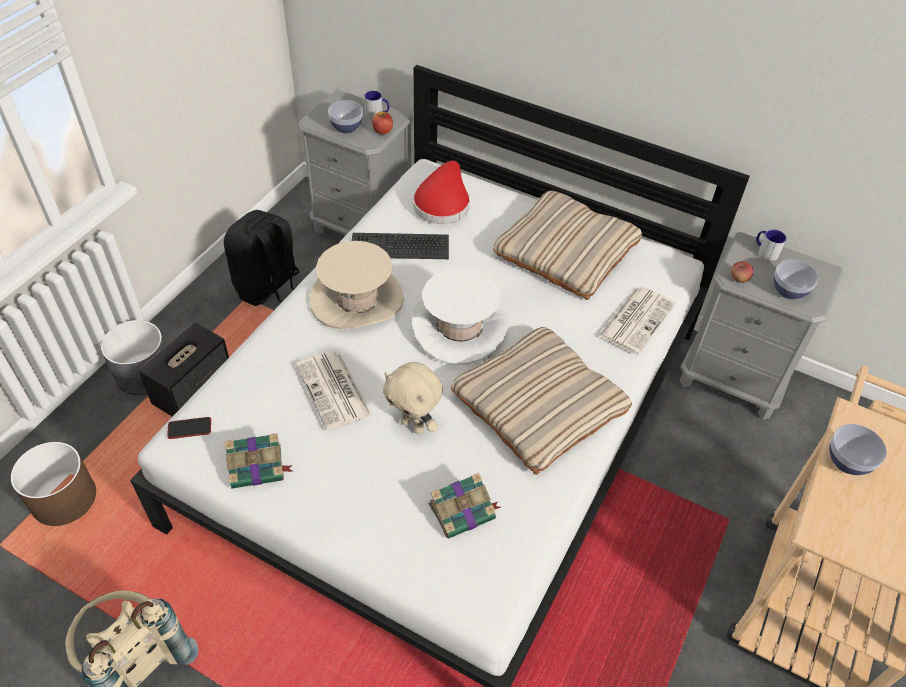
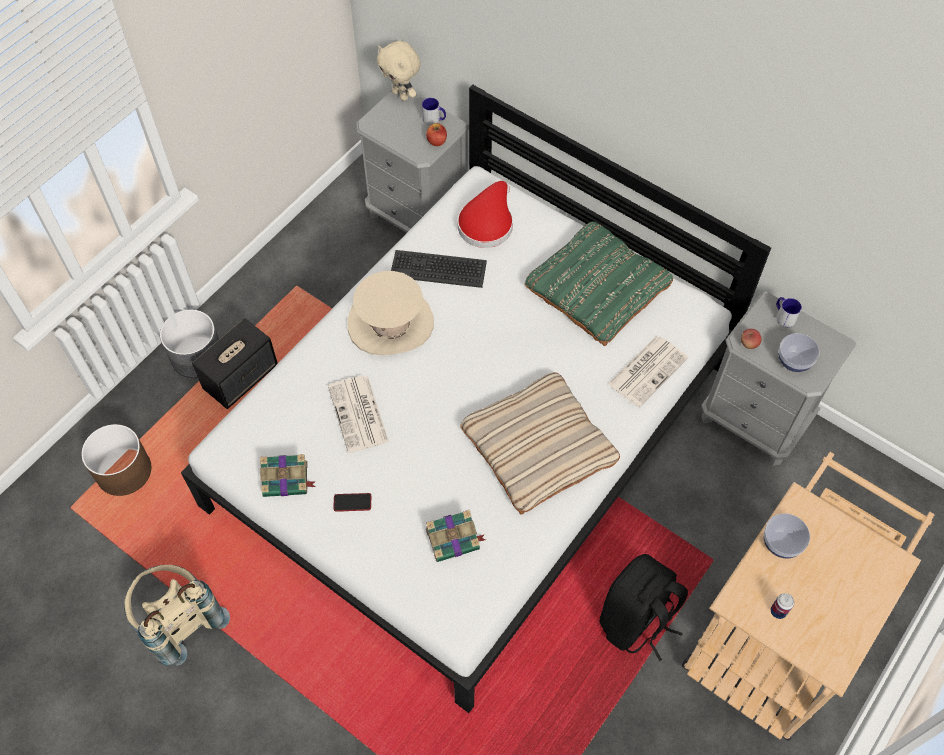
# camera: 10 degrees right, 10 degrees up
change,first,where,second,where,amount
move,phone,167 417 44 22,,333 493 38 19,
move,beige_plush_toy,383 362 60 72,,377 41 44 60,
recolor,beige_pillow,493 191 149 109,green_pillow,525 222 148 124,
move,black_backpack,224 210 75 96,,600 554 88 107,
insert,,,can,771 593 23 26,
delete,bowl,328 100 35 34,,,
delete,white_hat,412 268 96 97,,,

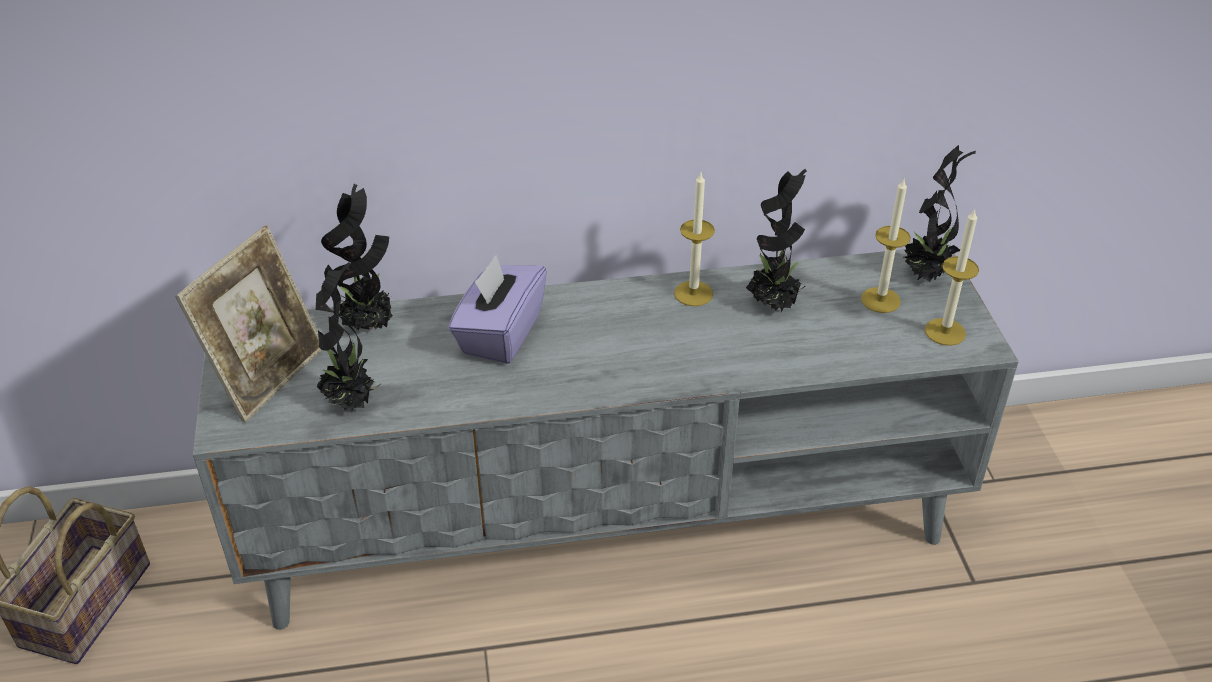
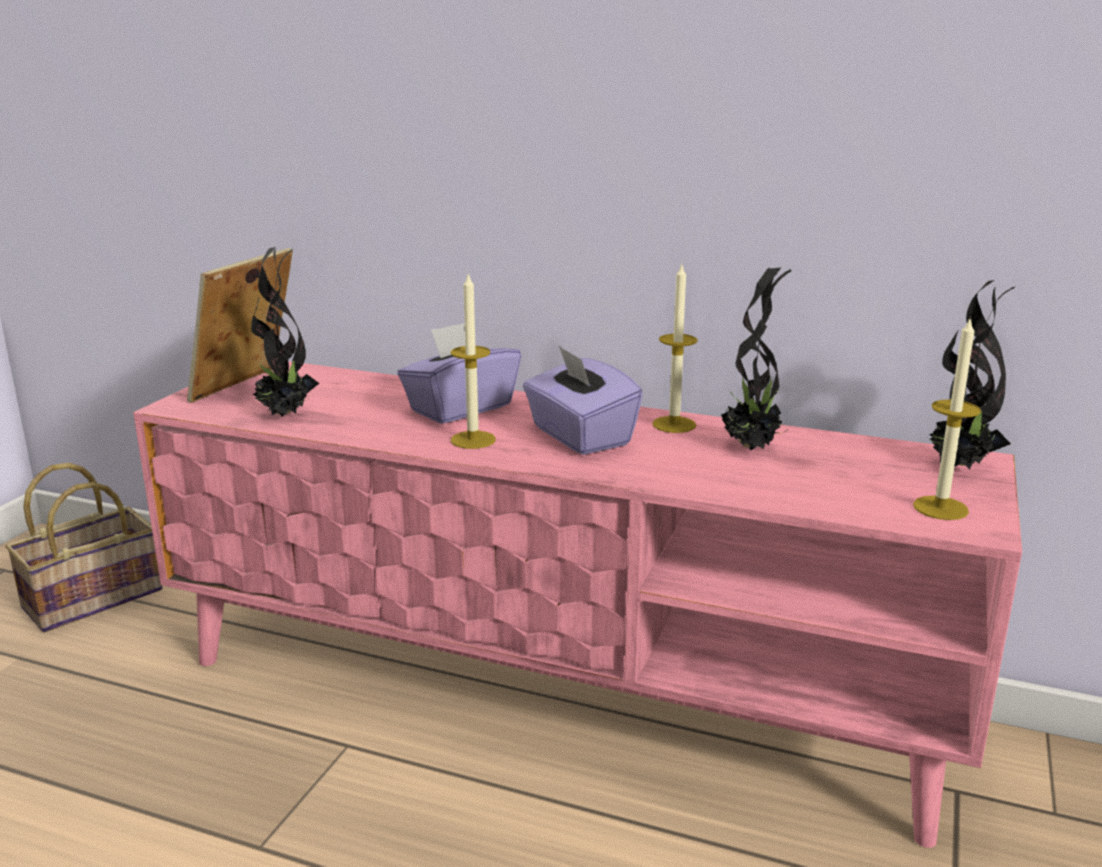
# camera: 30 degrees right, 20 degrees down
change,first,where,second,where,amount
recolor,grey_tv_stand,193 245 826 385,pink_tv_stand,133 361 889 487,
rotate,picture_frame,175 226 147 196,,187 248 106 155,150 degrees clockwise
move,candle,861 179 50 134,,451 272 45 177,
insert,,,purple_tissue_box,523 346 120 109,
delete,potted_plant,321 184 72 147,,,

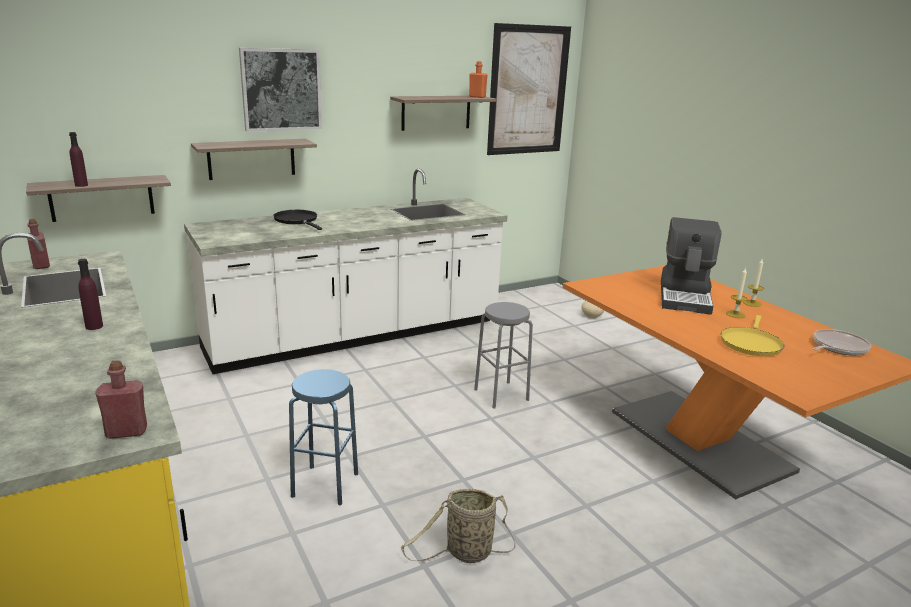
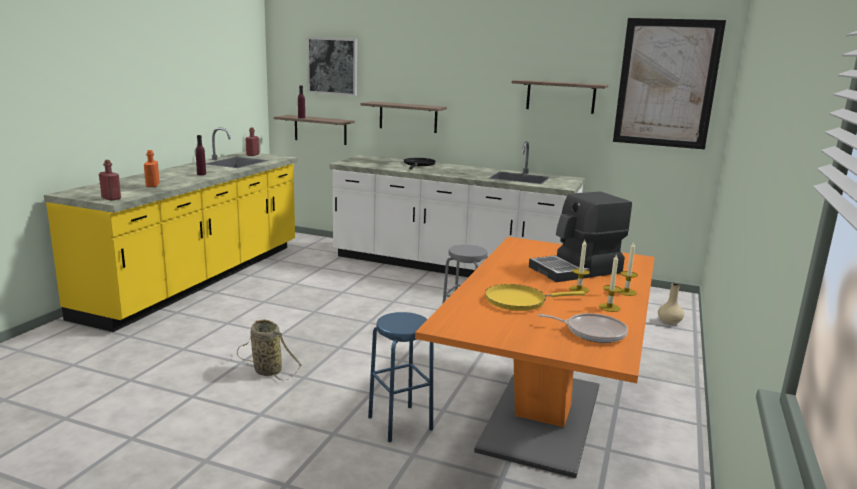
# camera: 50 degrees right, 5 degrees down
change,first,where,second,where,amount
move,orange_bottle,469 61 18 37,,144 150 16 37,
move,picture,239 48 83 83,,307 37 50 59,
move,blue_stool,289 369 69 137,,368 312 65 130,
insert,,,candle,599 254 23 58,

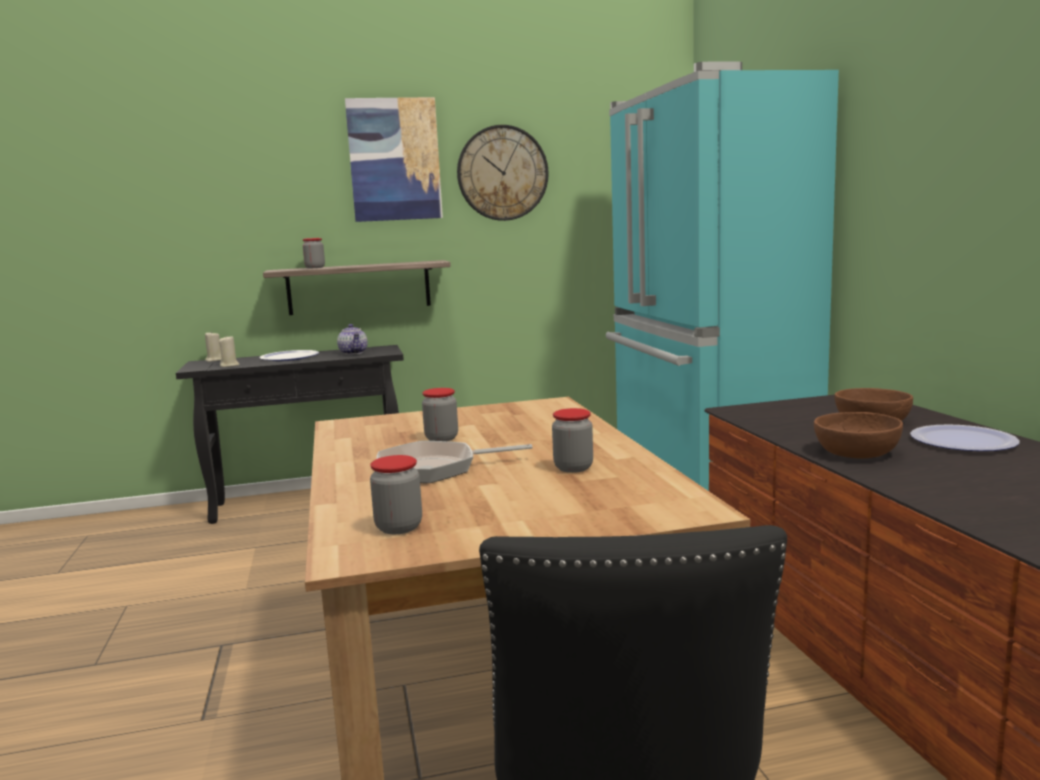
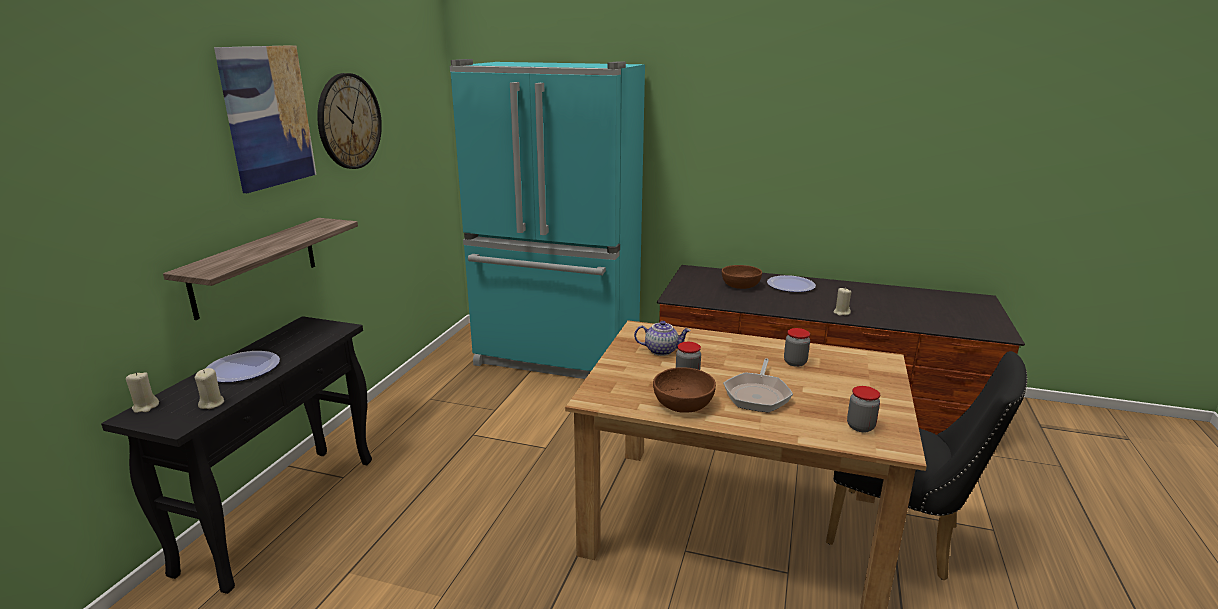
# camera: 60 degrees left, 10 degrees up
change,first,where,second,where,amount
move,teapot,337 324 31 31,,634 321 57 35,
move,brown_bowl,814 412 89 47,,653 367 63 46,
insert,,,beige_candle,833 288 19 28,
delete,jar,303 238 22 31,,,

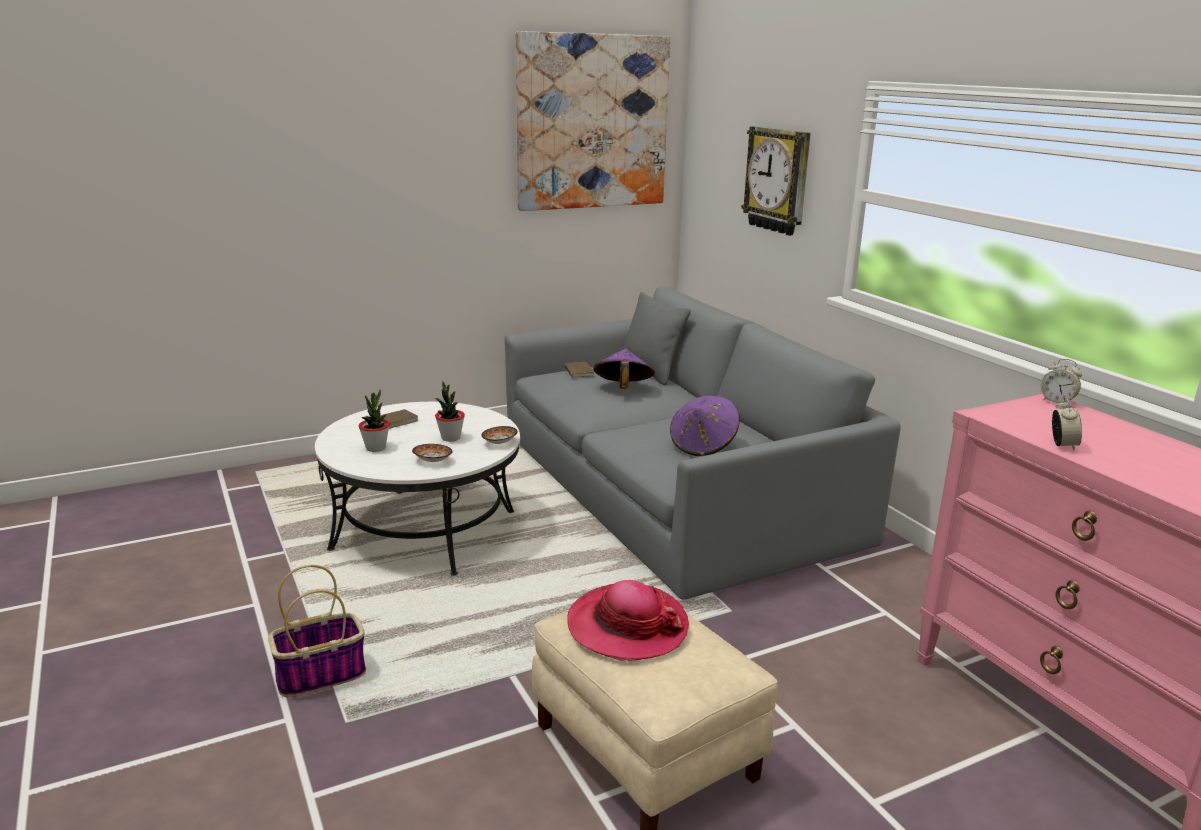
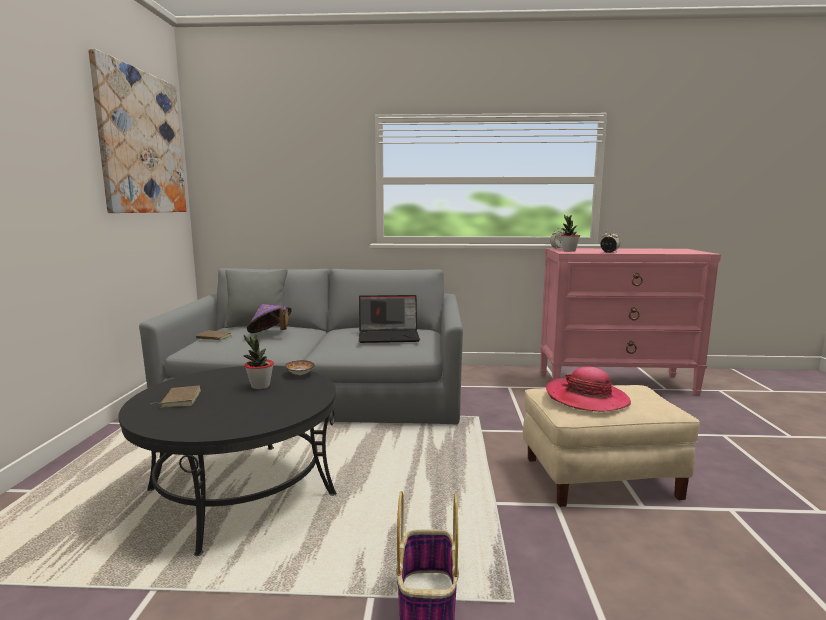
# camera: 60 degrees left, 10 degrees down
change,first,where,second,where,amount
recolor,white_coffee_table,315 402 205 174,black_coffee_table,119 366 218 190,
replace,purple_hat,670 396 70 60,laptop,359 295 61 48,
move,potted_plant,359 390 31 62,,561 215 19 37,
delete,bowl,412 444 41 18,,,
delete,wall_clock,741 126 70 110,,,

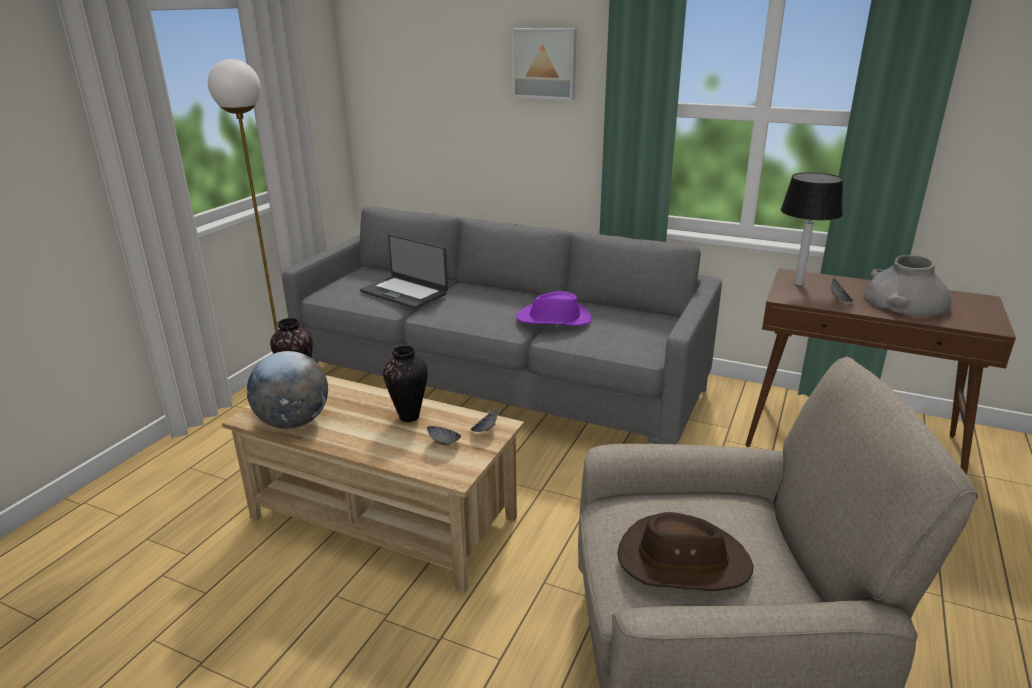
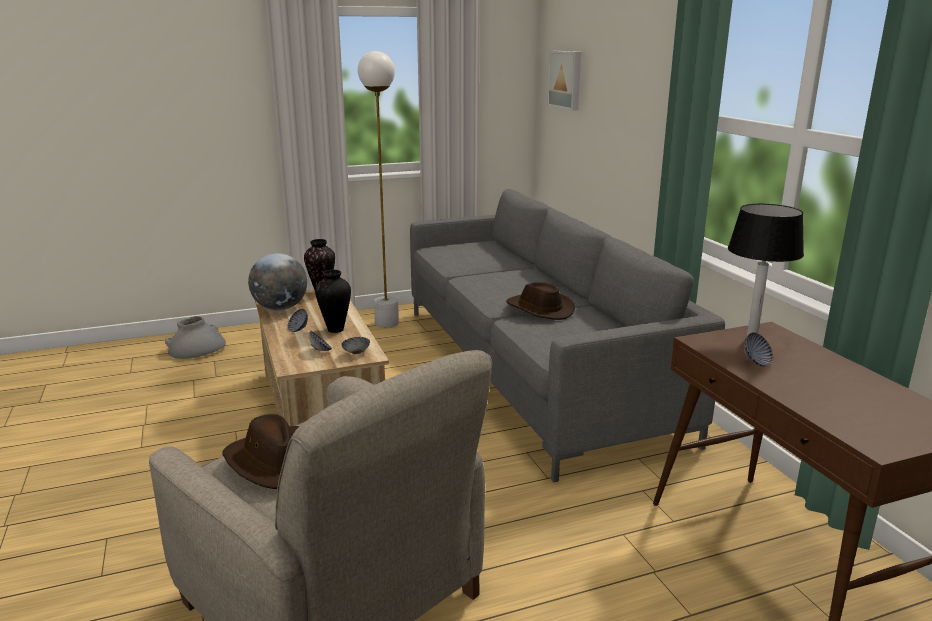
# camera: 45 degrees right, 5 degrees down
change,first,where,second,where,amount
move,grey_vase,864 255 87 61,,165 316 61 43,
insert,,,bowl,287 309 21 23,
recolor,purple_hat,516 291 76 35,brown_hat,506 282 69 38,
move,picture,512 28 65 72,,547 51 34 60,
delete,laptop,360 234 88 75,,,

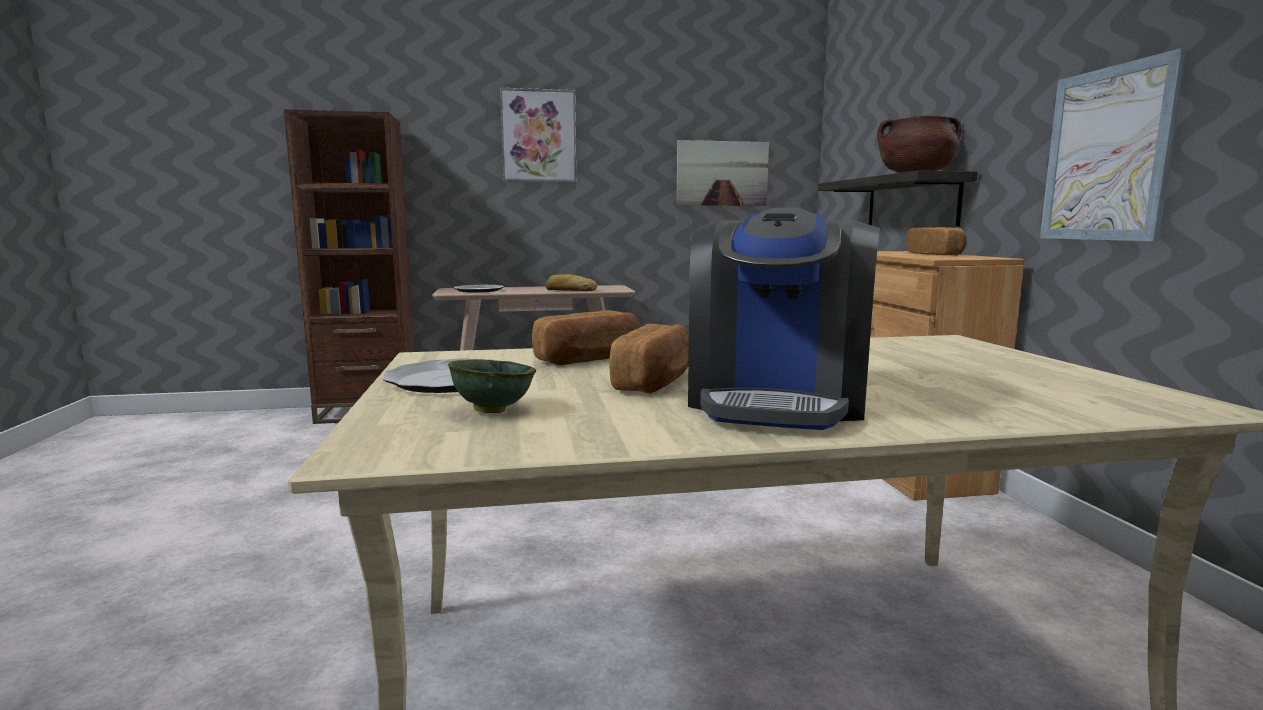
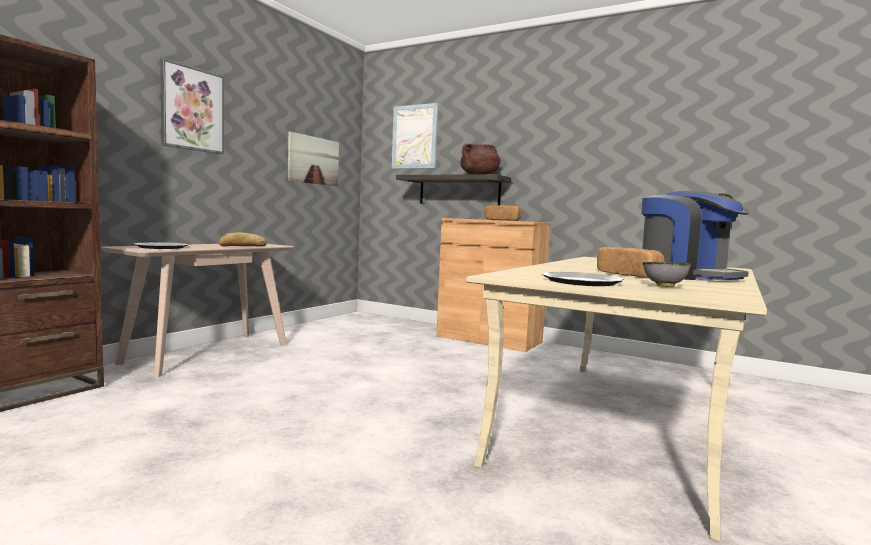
# camera: 50 degrees left, 5 degrees down
change,first,where,second,where,amount
move,picture,1040 48 147 193,,392 103 46 66,
recolor,green_bowl,448 359 88 54,grey_bowl,643 262 48 25,
delete,bread,532 310 108 55,,,

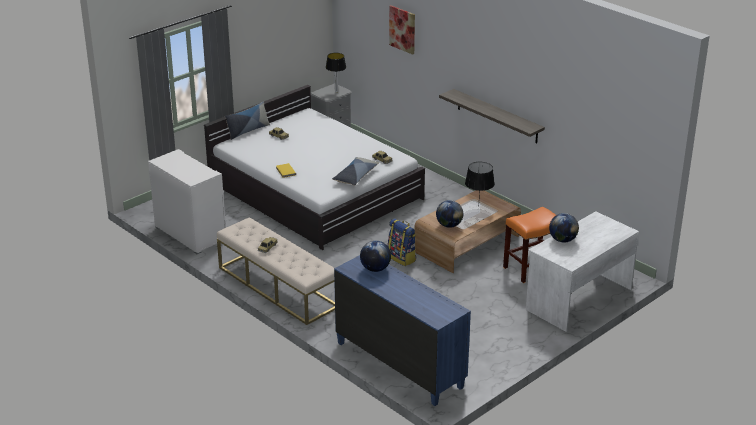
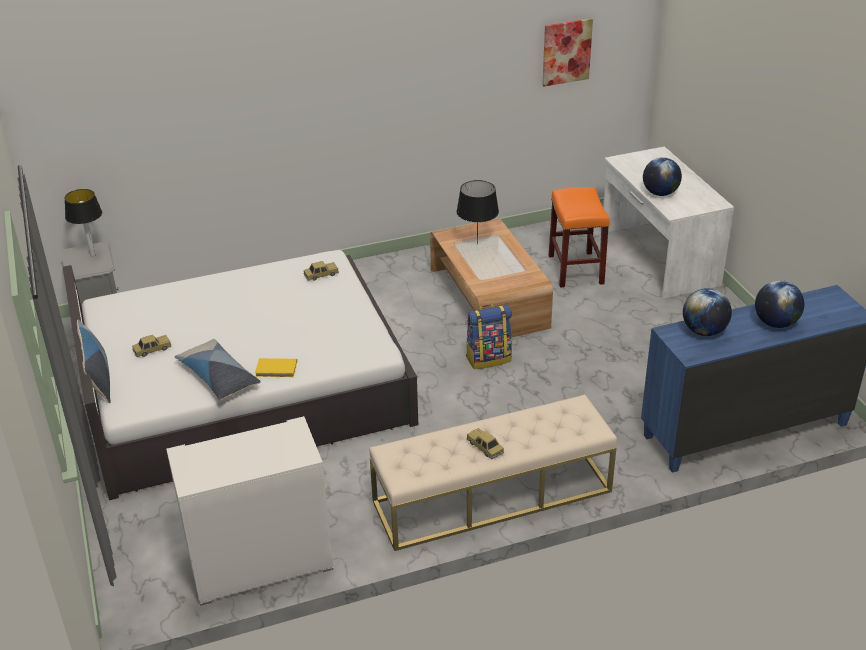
# camera: 65 degrees left, 5 degrees up
change,first,where,second,where,amount
move,pillow,332 157 47 29,,175 339 85 61,
move,picture,389 5 26 50,,542 18 51 69,
move,globe,436 200 27 28,,755 280 50 48,
delete,shelf,439 89 106 55,,,

